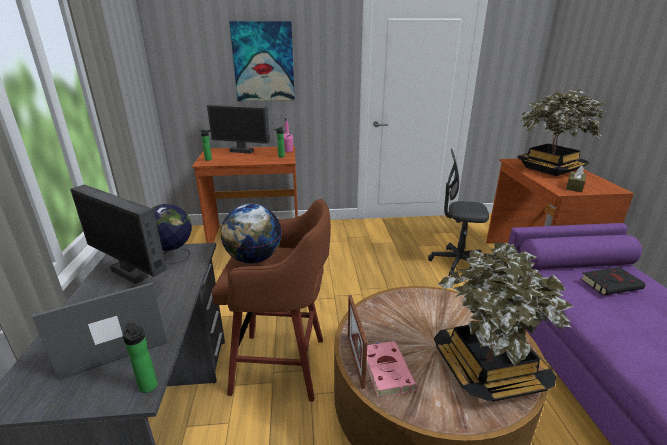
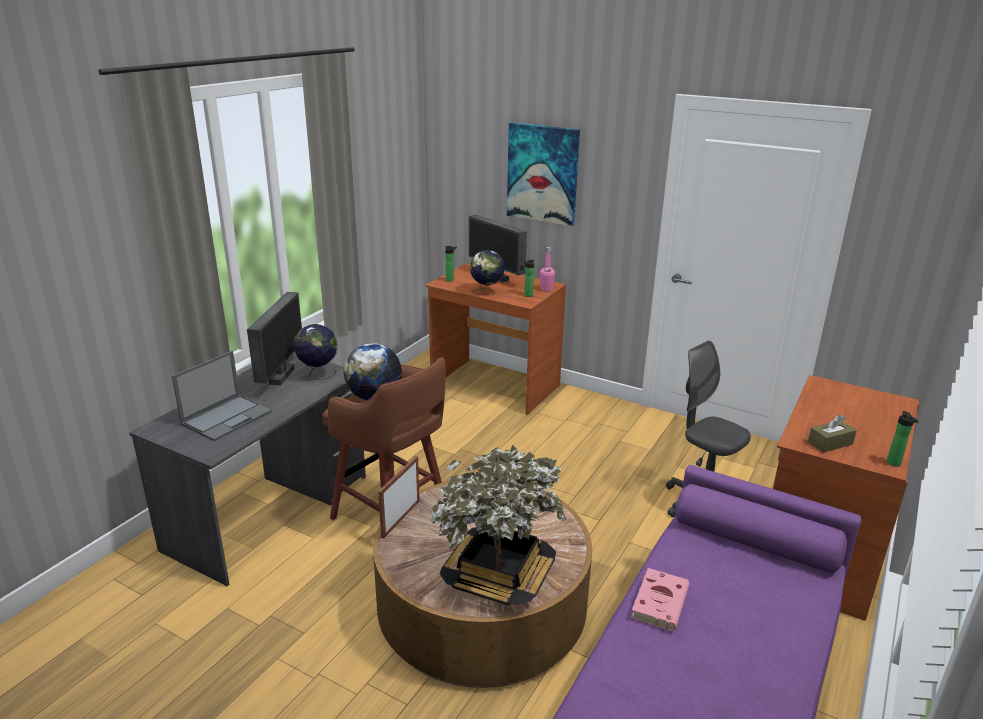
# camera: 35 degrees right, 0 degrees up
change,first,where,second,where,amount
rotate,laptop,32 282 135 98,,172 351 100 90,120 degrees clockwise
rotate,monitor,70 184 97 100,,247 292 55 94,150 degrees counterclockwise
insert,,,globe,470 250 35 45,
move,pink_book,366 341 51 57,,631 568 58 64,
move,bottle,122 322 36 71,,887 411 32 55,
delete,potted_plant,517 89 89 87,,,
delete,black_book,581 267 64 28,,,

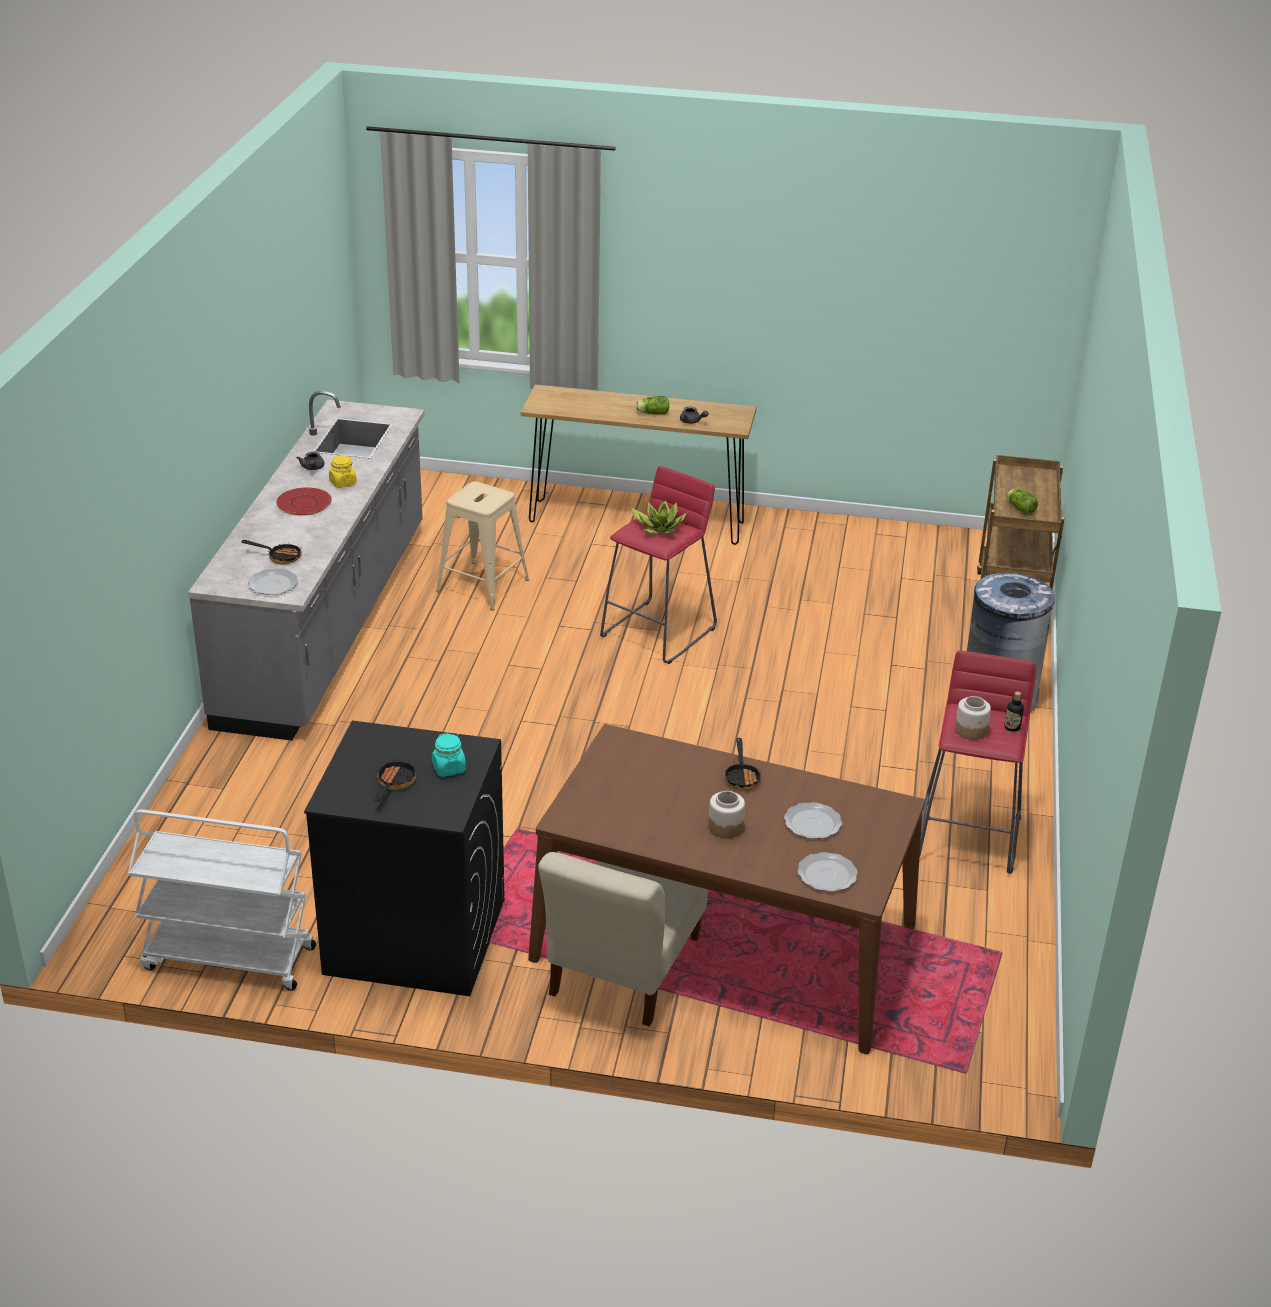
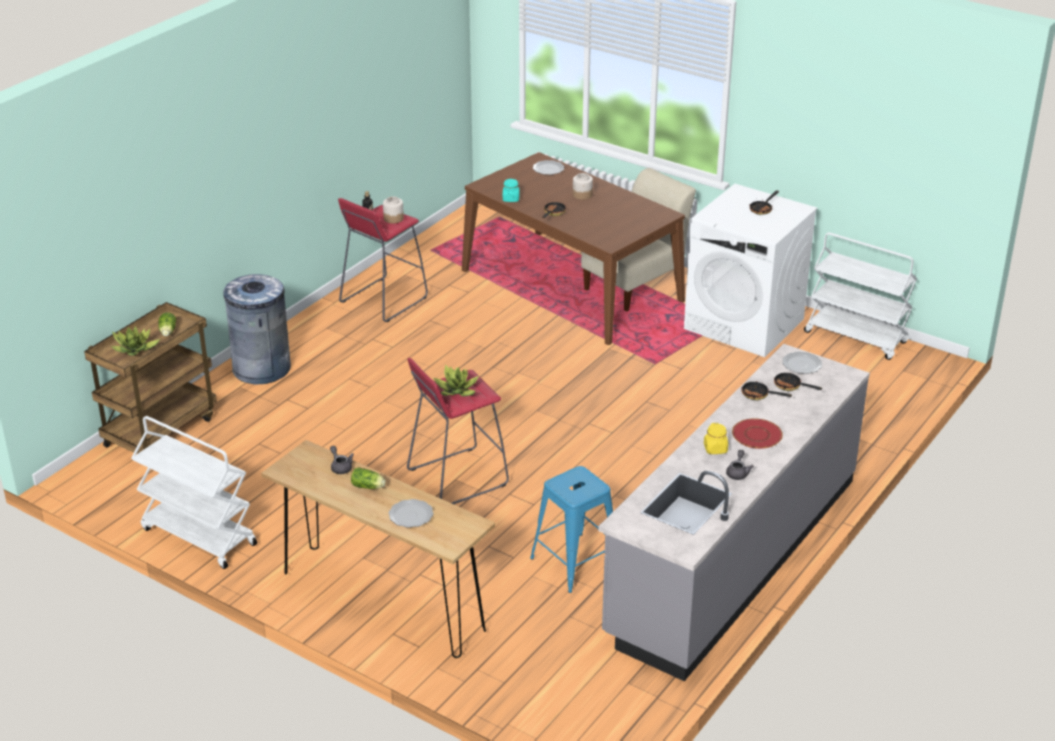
# camera: 155 degrees left, 0 degrees up
change,first,where,second,where,amount
insert,,,potted_plant,111 326 49 30,
insert,,,white_cart,131 416 126 153,
move,plate,784 802 58 37,,389 499 45 29,
move,turquoise_jar,432 733 34 44,,503 179 17 23,
recolor,beige_stool,436 482 93 128,blue_stool,530 466 83 127,
recolor,black_washing_machine,304 720 201 276,white_washing_machine,684 184 133 173,
insert,,,frying_pan,741 381 51 19,

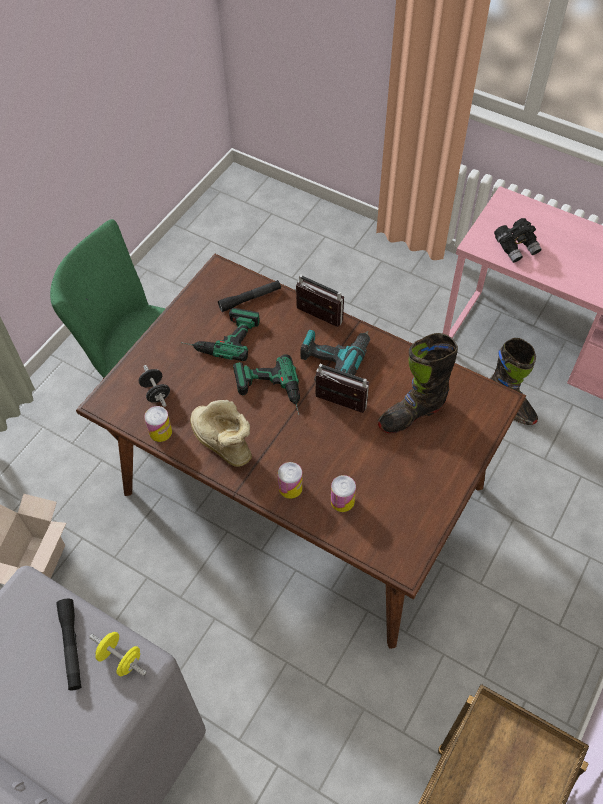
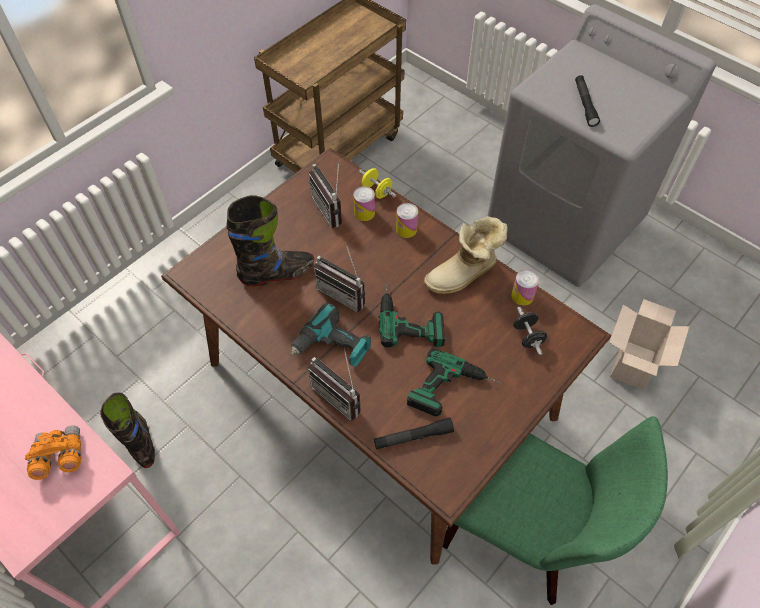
# camera: 170 degrees left, 0 degrees up
change,first,where,second,where,amount
recolor,black_binoculars,494 218 48 45,orange_binoculars,25 426 56 54,
insert,,,radio,309 160 33 68,
move,yellow_dumbbell,89 632 57 44,,359 168 37 31,
rotate,boot,190 400 62 67,,424 216 84 78,90 degrees clockwise

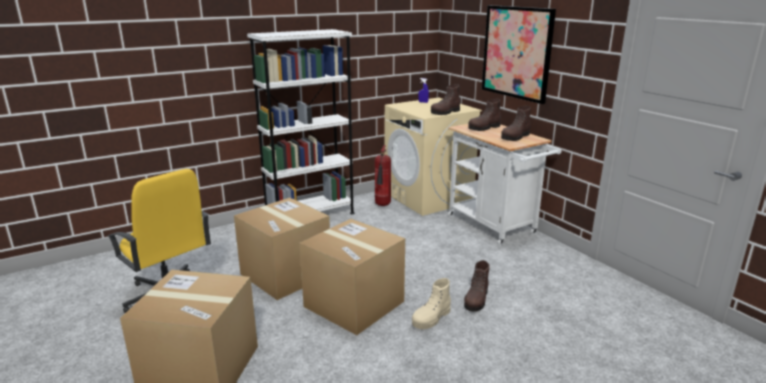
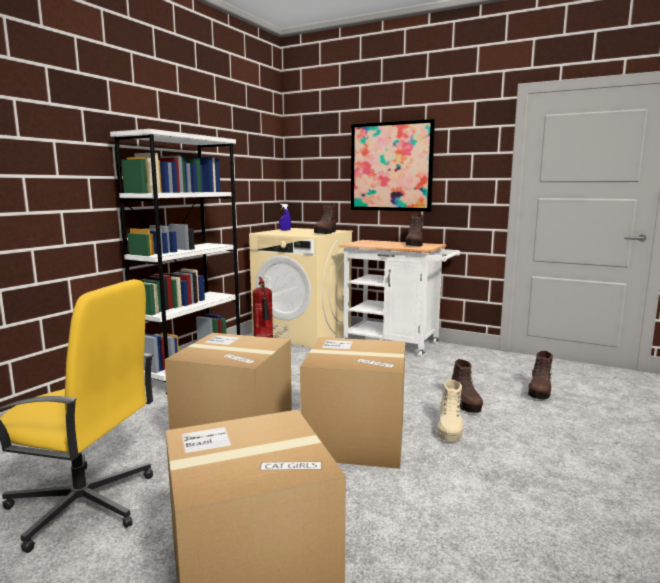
# camera: 30 degrees left, 10 degrees down
change,first,where,second,where,amount
move,brown_boot,468 99 33 32,,528 351 25 48,

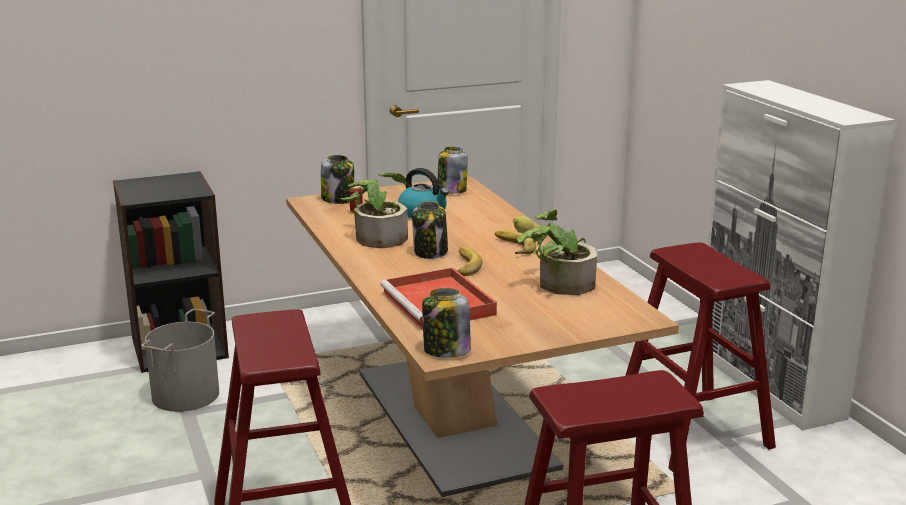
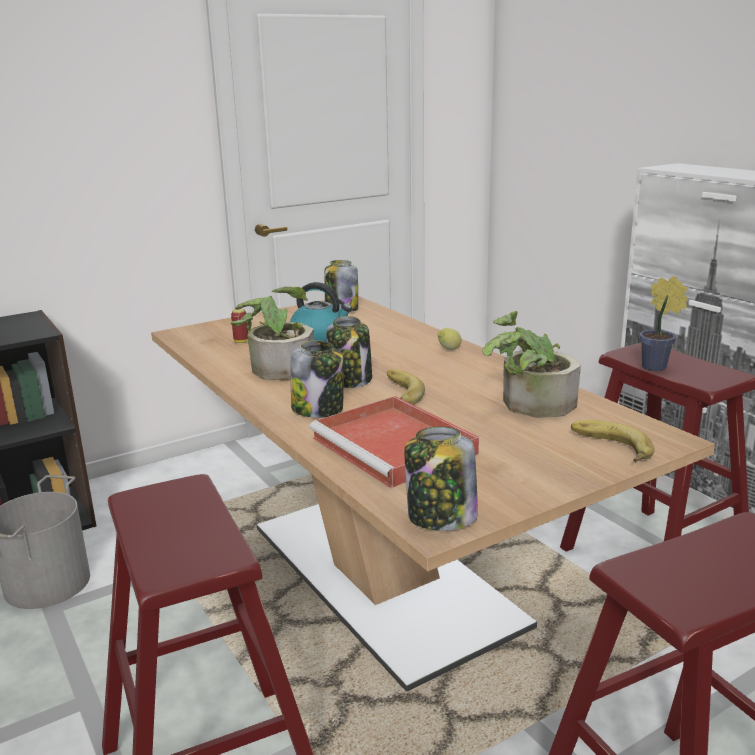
# camera: 10 degrees left, 0 degrees up
change,first,where,second,where,amount
move,jar,321 155 33 49,,291 341 53 77,
move,banana,495 230 41 24,,571 420 84 42,
insert,,,potted_plant,639 276 49 95,

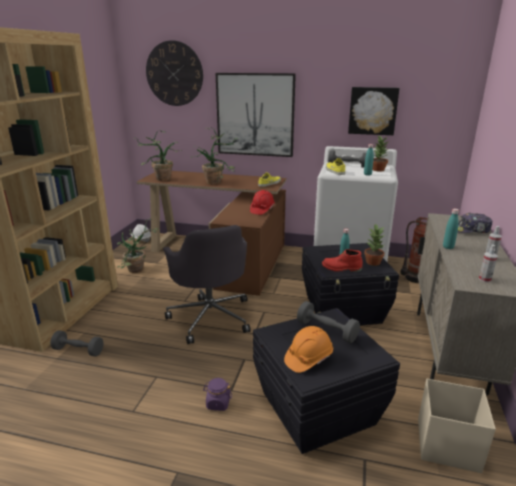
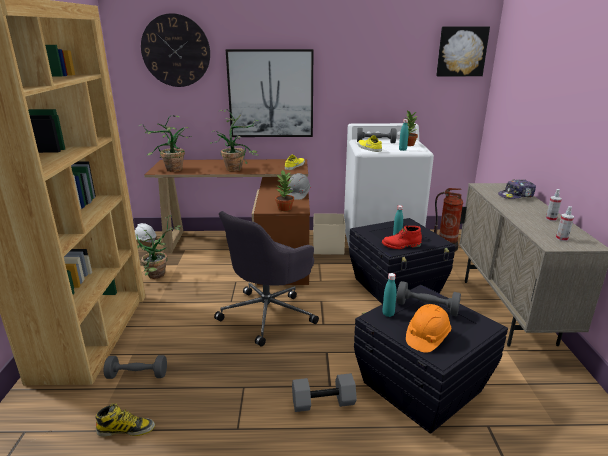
# camera: 15 degrees left, 0 degrees up
change,first,where,second,where,amount
insert,,,boot,95 404 60 33,
rotate,grey_office_chair,163 225 88 119,,214 211 105 135,75 degrees clockwise
move,potted_plant,364 224 20 42,,275 170 19 41,
recolor,red_hard_hat,250 190 25 25,grey_hard_hat,287 173 24 27,
replace,purple_jar,203 378 29 33,grey_dumbbell,292 373 65 39,
move,beige_storage_box,418 379 78 94,,313 213 33 42,
move,turquoise_bottle,443 209 16 40,,383 273 14 44,
move,picture,348 87 51 48,,436 26 54 50,

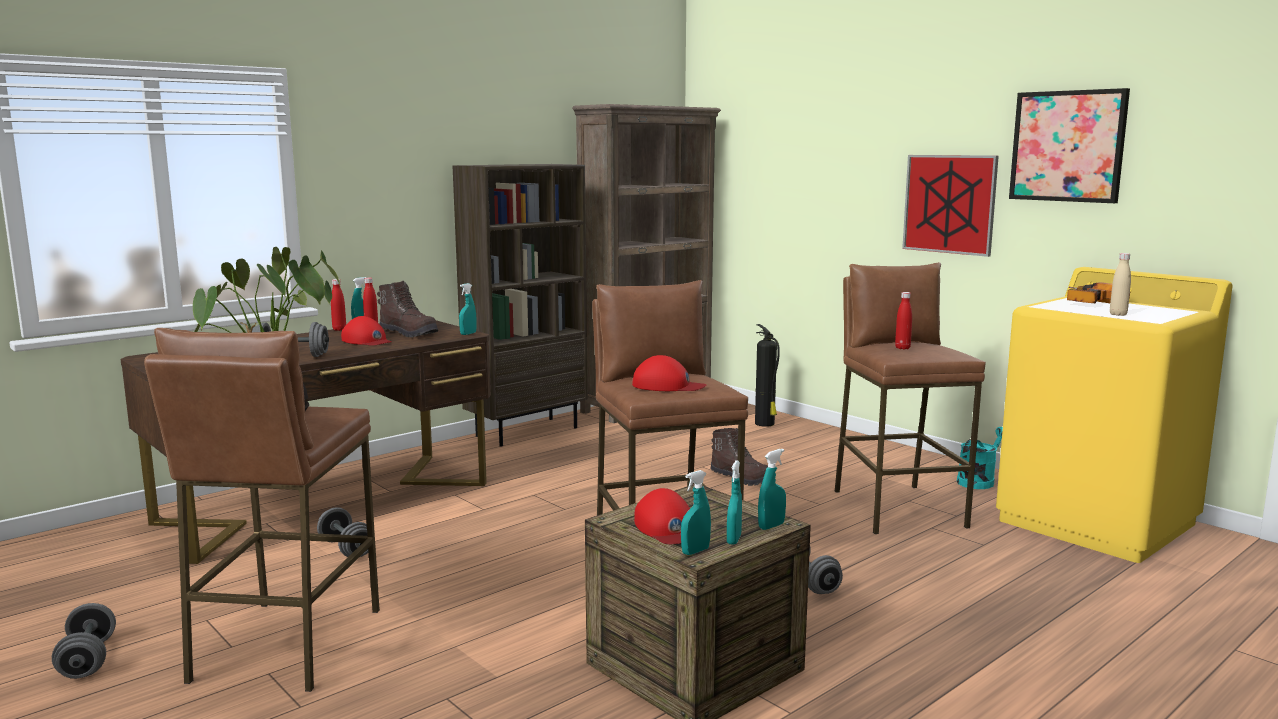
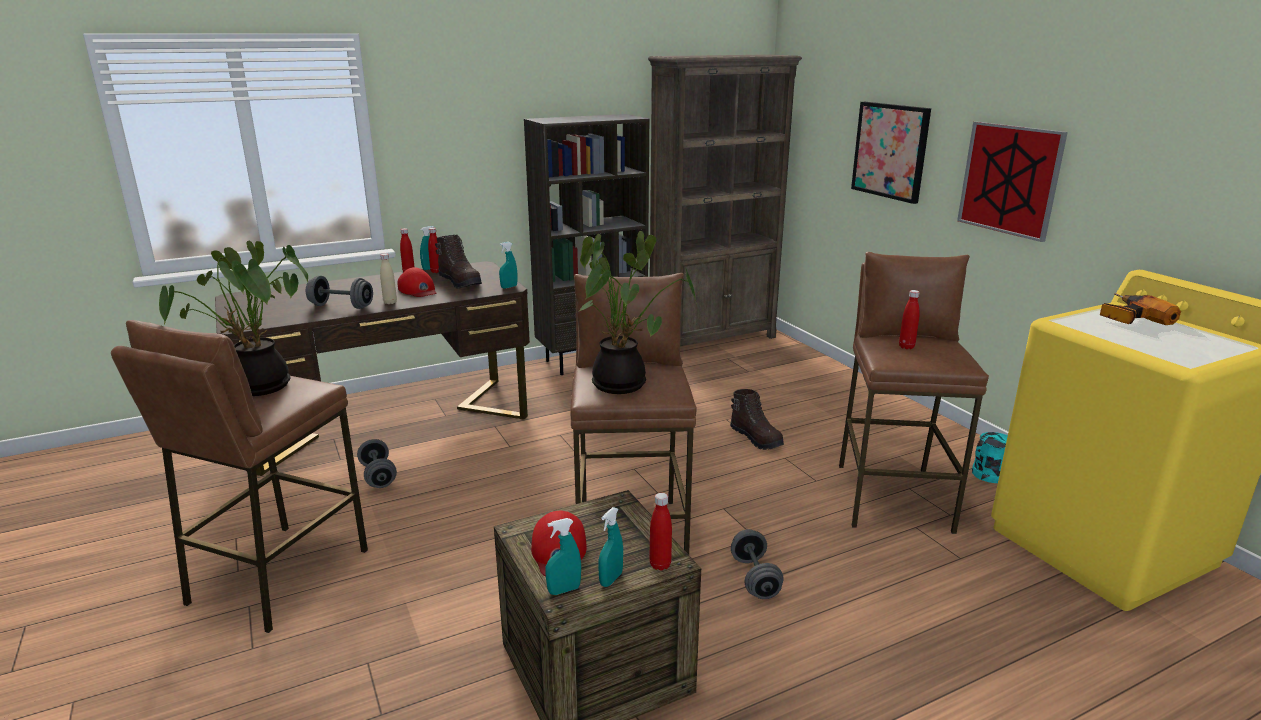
# camera: 15 degrees right, 10 degrees up
change,first,where,second,where,amount
move,beige_bottle,1110 253 21 63,,380 253 17 51,
replace,red_cap,632 355 74 36,potted_plant,578 231 119 163,
replace,turquoise_spray_bottle,758 449 28 81,red_bottle,649 493 23 78,
move,picture,1009 88 121 115,,851 102 80 102,
delete,grey_dumbbell,52 603 64 76,,,
delete,fire_extinguisher,755 324 25 103,,,

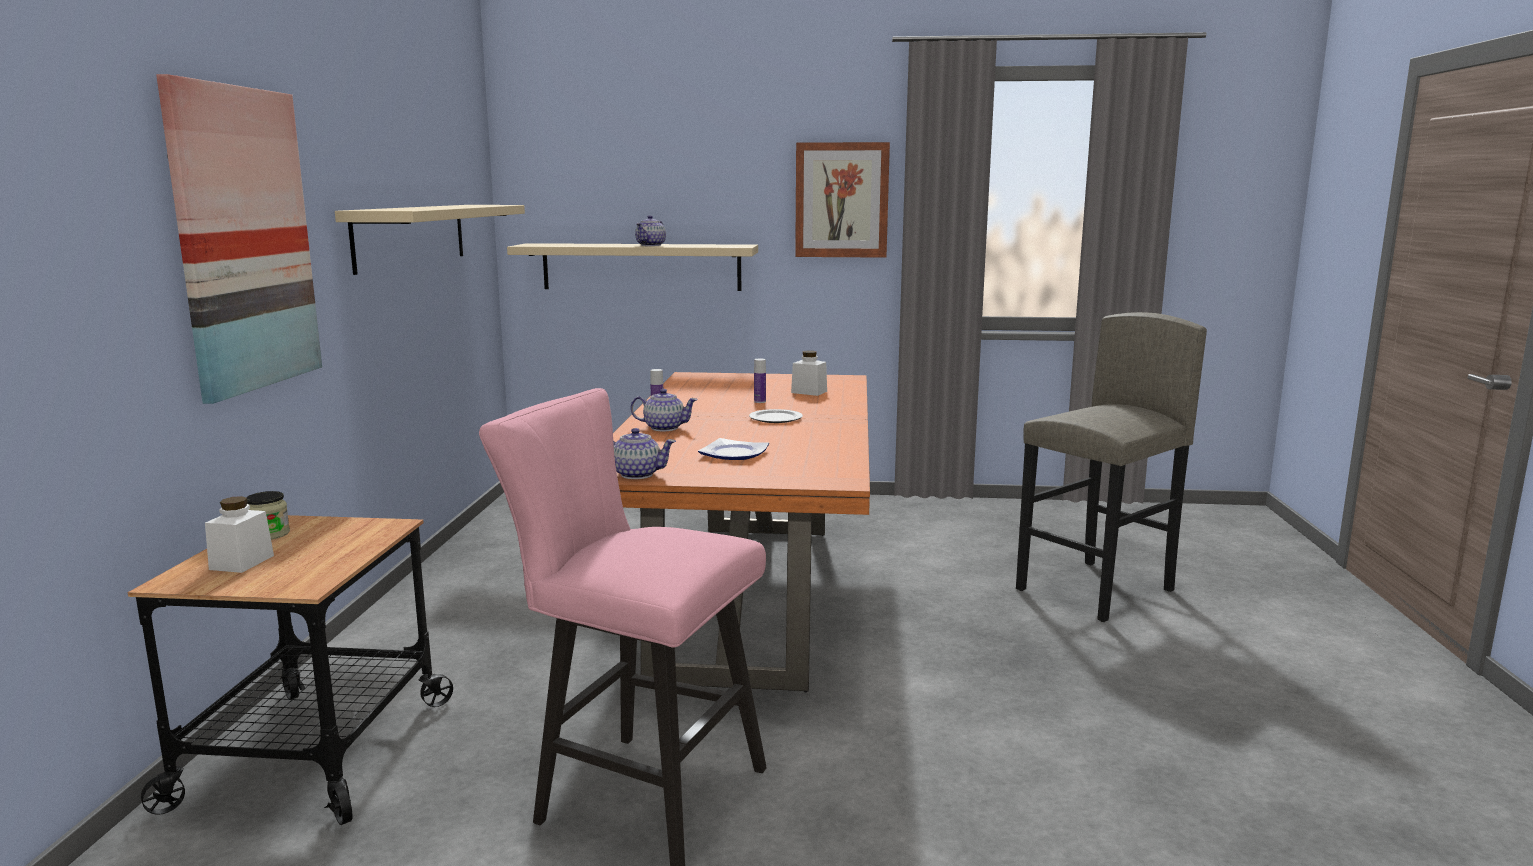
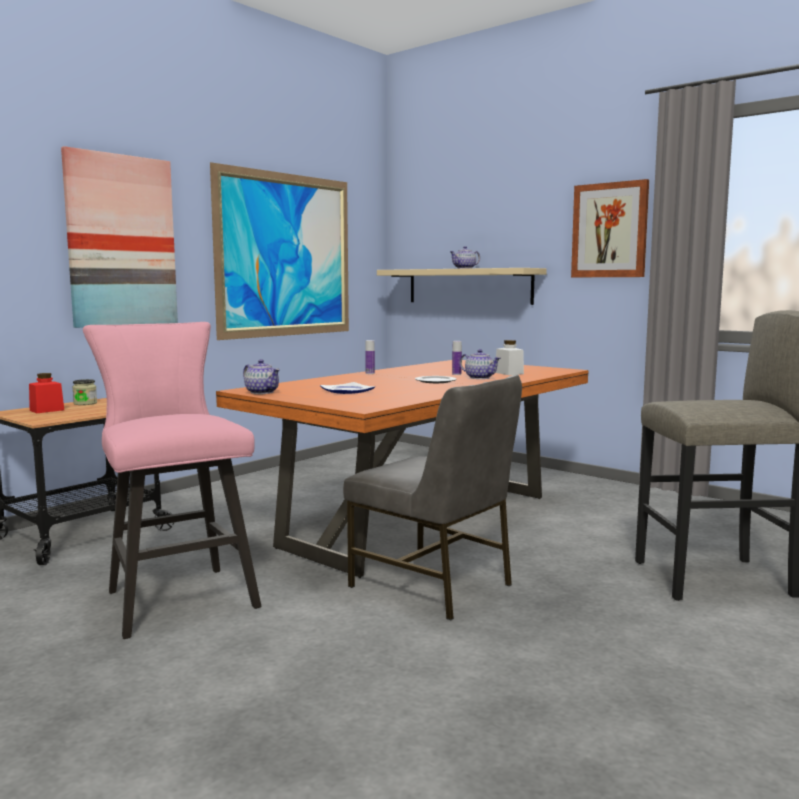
# camera: 35 degrees right, 5 degrees down
change,first,where,second,where,amount
recolor,white_jar,205 496 69 77,red_jar,29 373 35 40,
replace,beige_shelf,335 205 190 70,picture,210 162 139 178,
insert,,,grey_chair,343 375 179 245,
move,teapot,630 389 68 42,,460 349 41 30,

